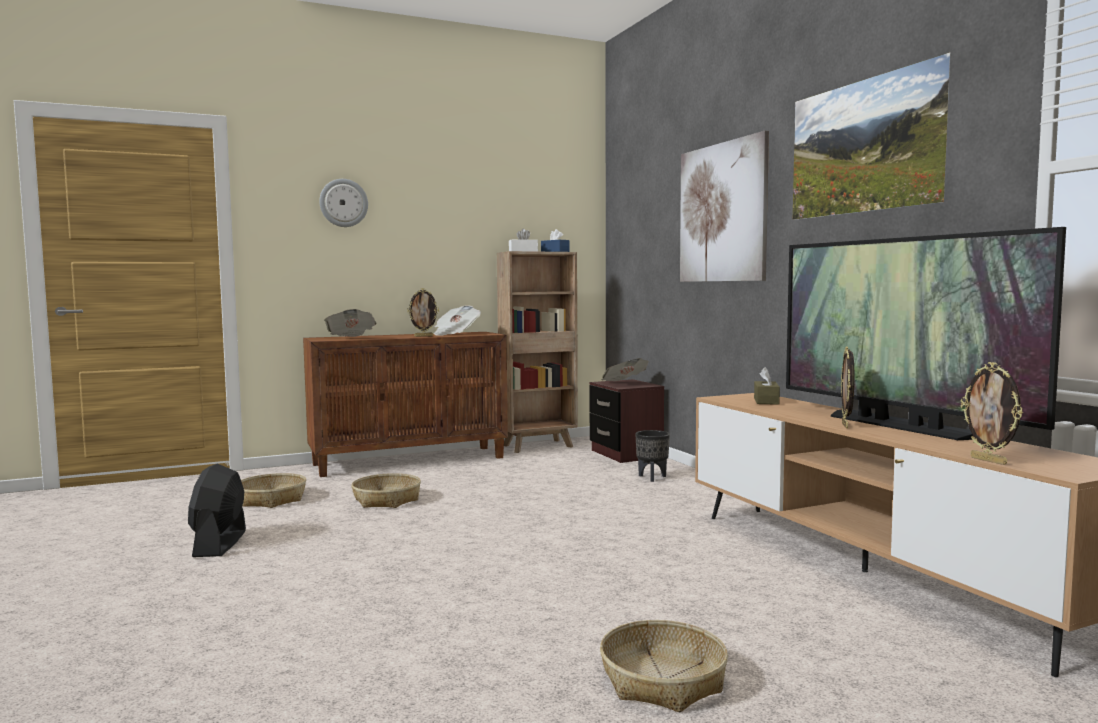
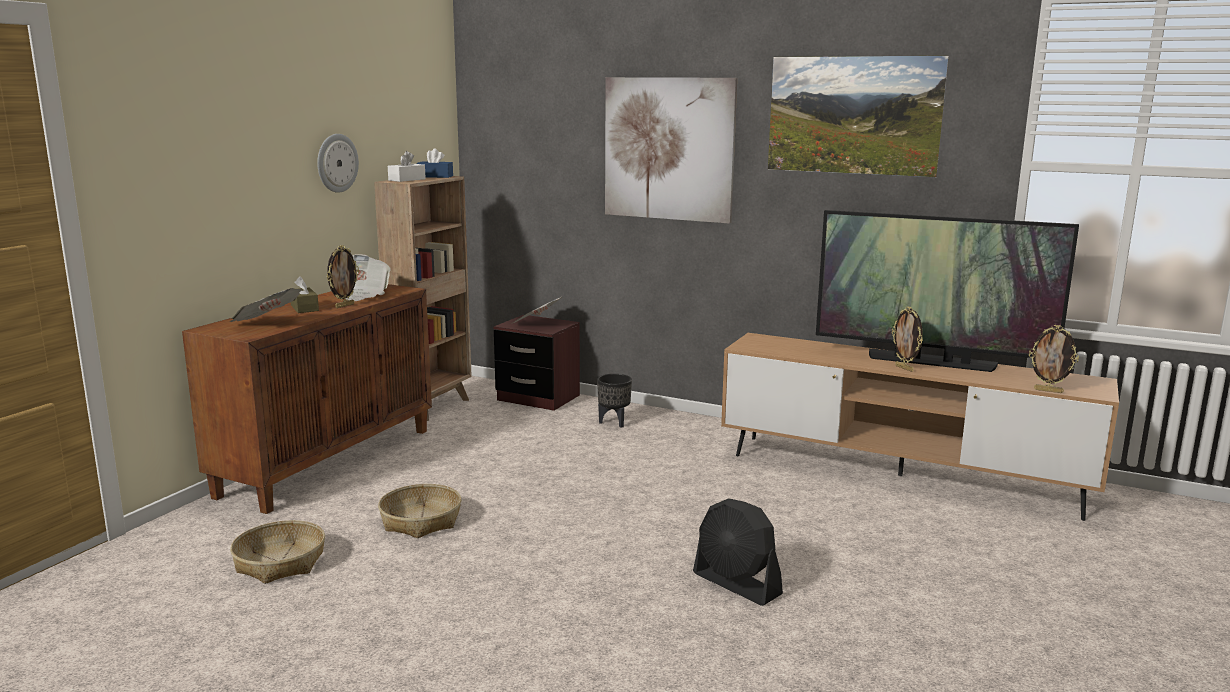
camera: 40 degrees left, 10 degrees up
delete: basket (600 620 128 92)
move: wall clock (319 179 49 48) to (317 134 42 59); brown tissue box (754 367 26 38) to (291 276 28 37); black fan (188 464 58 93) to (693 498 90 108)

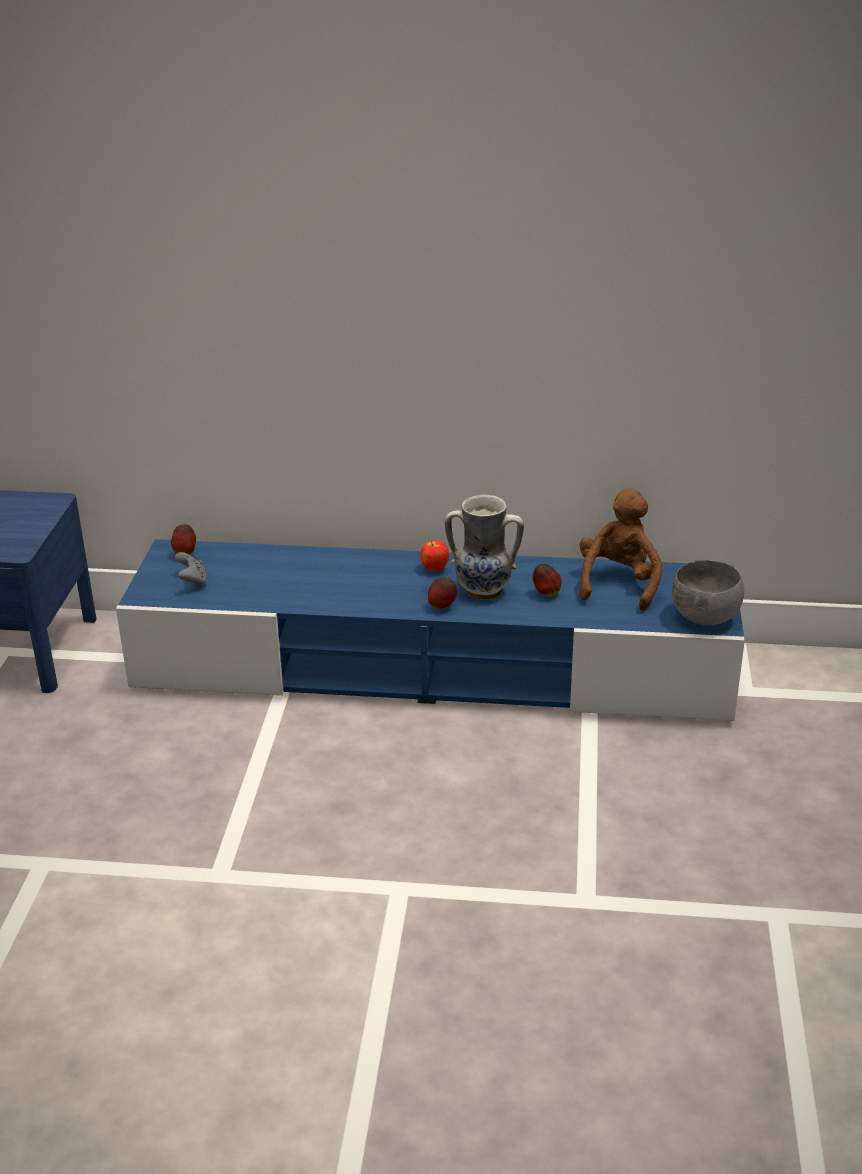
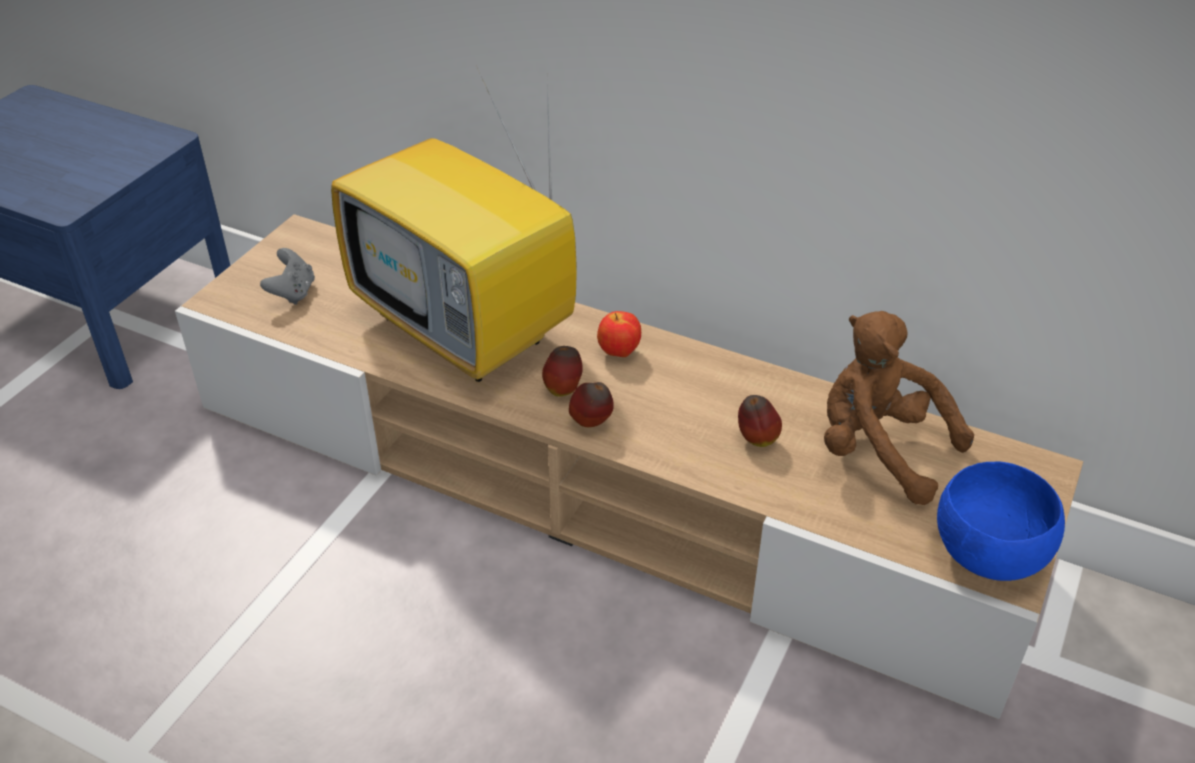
camera: 20 degrees right, 10 degrees up
delete: vase (445 495 79 105)
insert: television (331 66 246 316)
move: apple (171 525 25 30) to (542 346 41 51)
recolor: blue tv stand (116 539 629 182) to beige tv stand (175 214 908 505); grey bowl (672 560 72 65) to blue bowl (937 461 128 120)
rotate: brown plush toy (579 488 83 123) = (824 311 150 194) 90 degrees counterclockwise

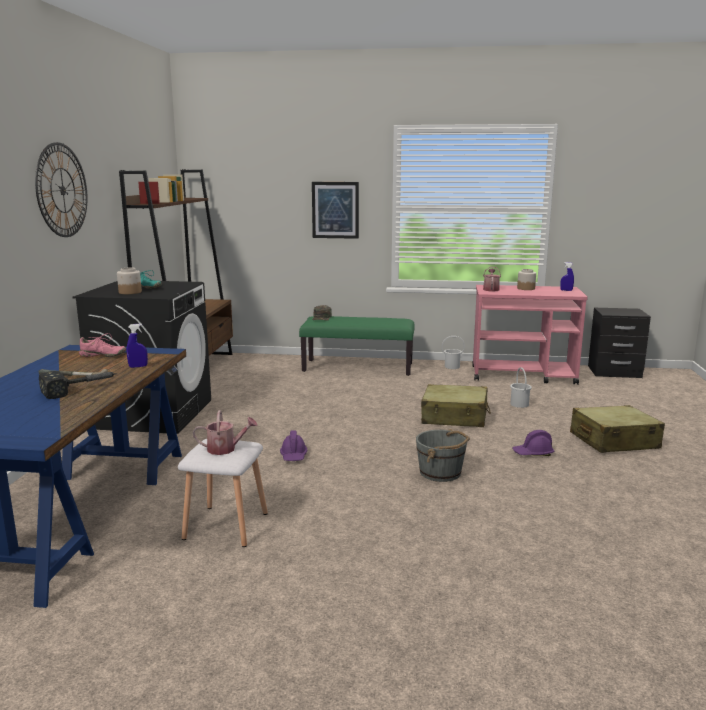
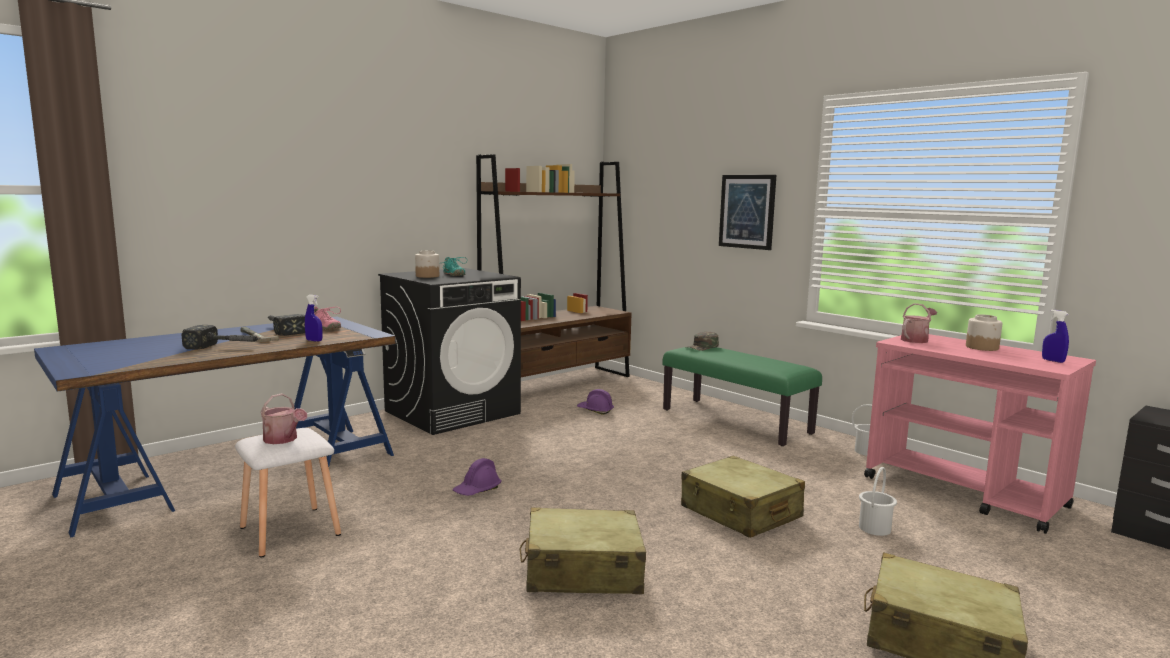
camera: 40 degrees right, 5 degrees down
delete: wall clock (35 142 53 95)
insert: hammer (268 314 37 22)
move: purple hard hat (512 430 42 26) to (577 389 37 26)
replace: grey bucket (416 429 54 53) to beige suitcase (520 507 126 87)

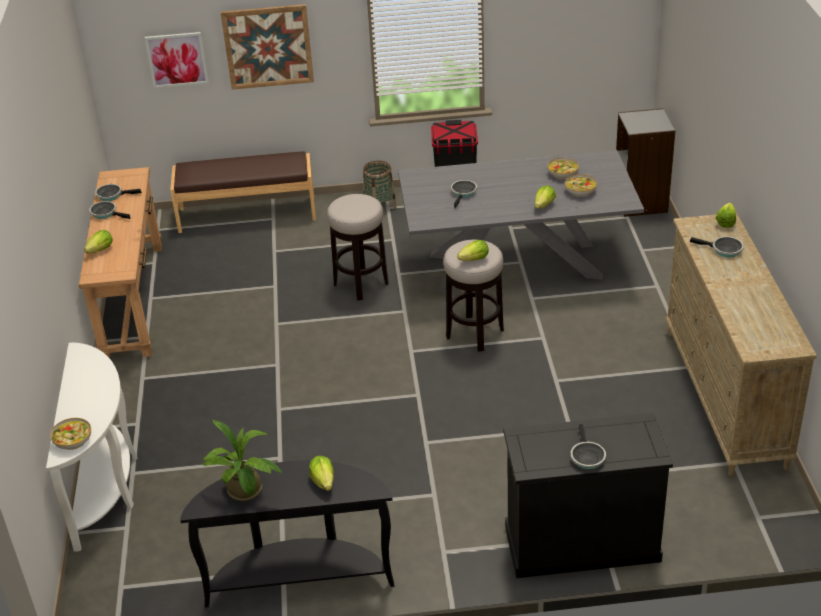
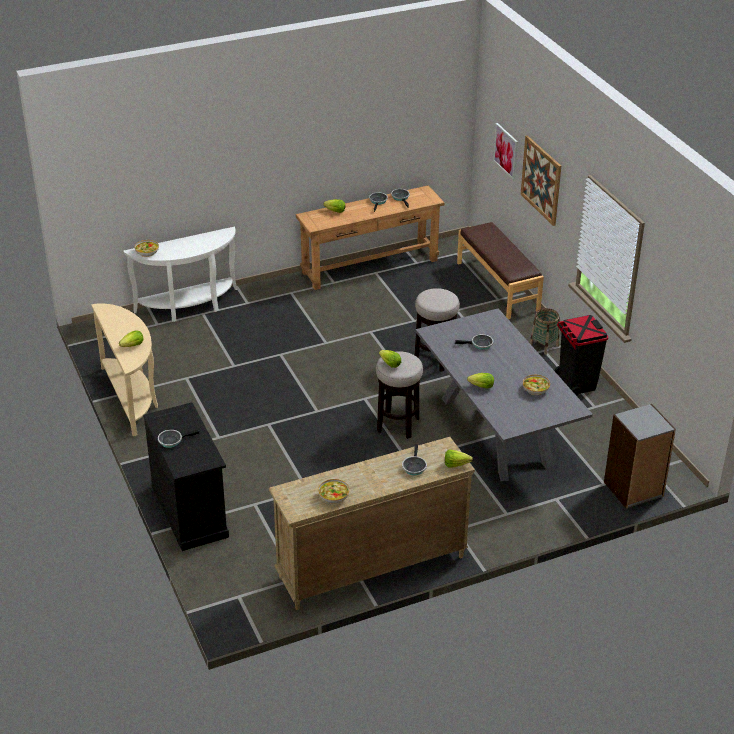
camera: 70 degrees right, 0 degrees up
delete: potted plant (202 420 80 81)
move: bowl (565 174 32 23) to (318 479 32 25)
recolor: black console table (180 460 214 148) to beige console table (91 304 67 132)

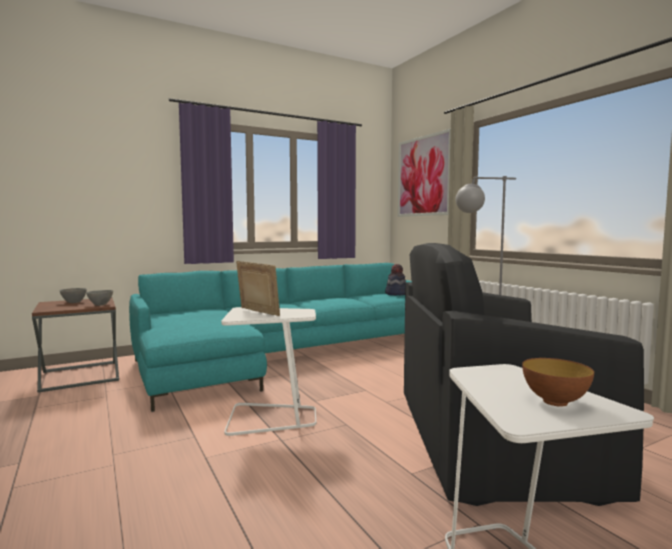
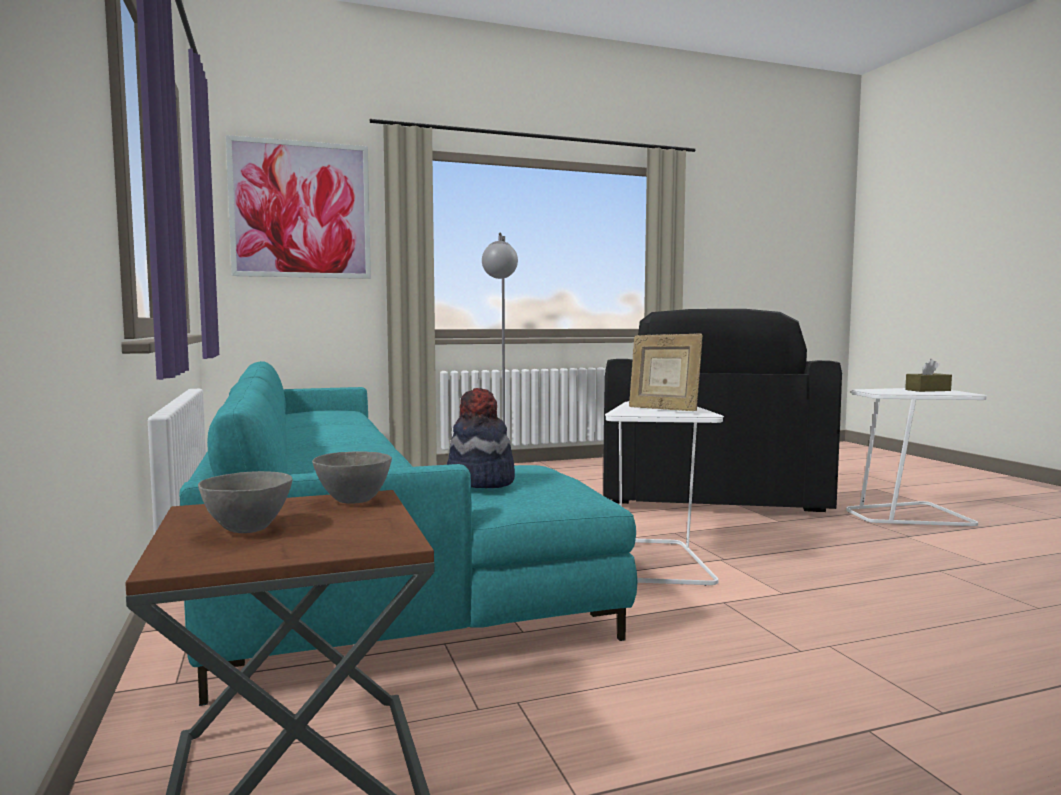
camera: 80 degrees left, 0 degrees up
move: hat (385 264 21 31) to (447 388 68 100)
replace: bowl (522 358 72 49) to brown tissue box (905 359 47 33)
rotate: picture frame (236 261 44 55) = (629 333 74 78) 90 degrees counterclockwise

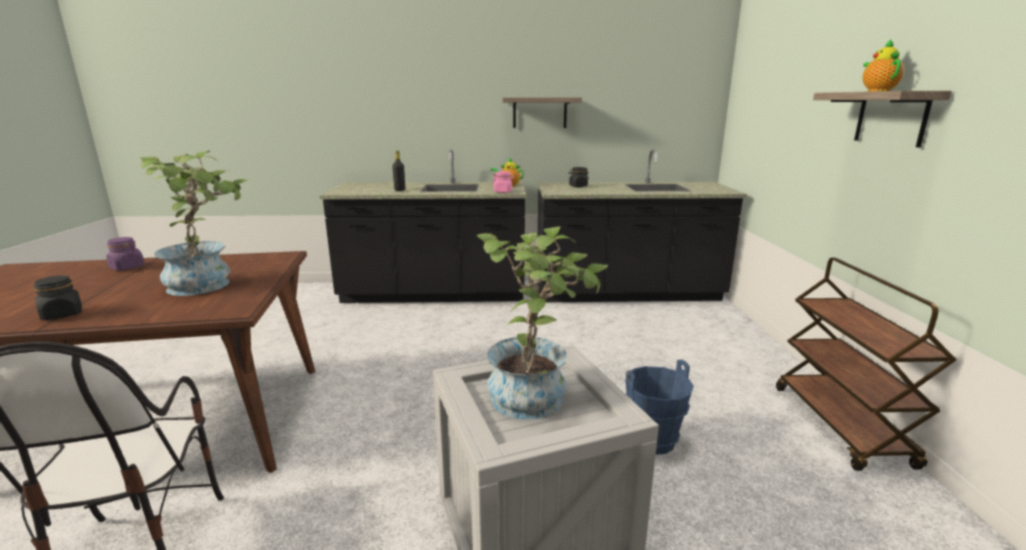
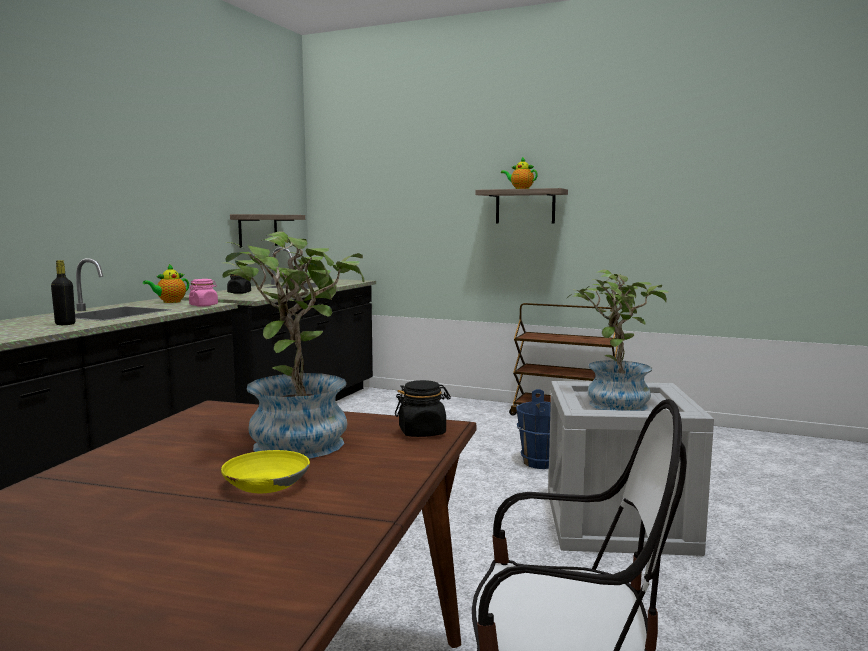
camera: 65 degrees left, 10 degrees down
delete: purple jar (106 237 39 34)
insert: yellow bowl (221 450 89 43)
move: shelf (502 98 80 30) to (230 214 75 34); black jar (34 275 48 45) to (395 380 56 57)

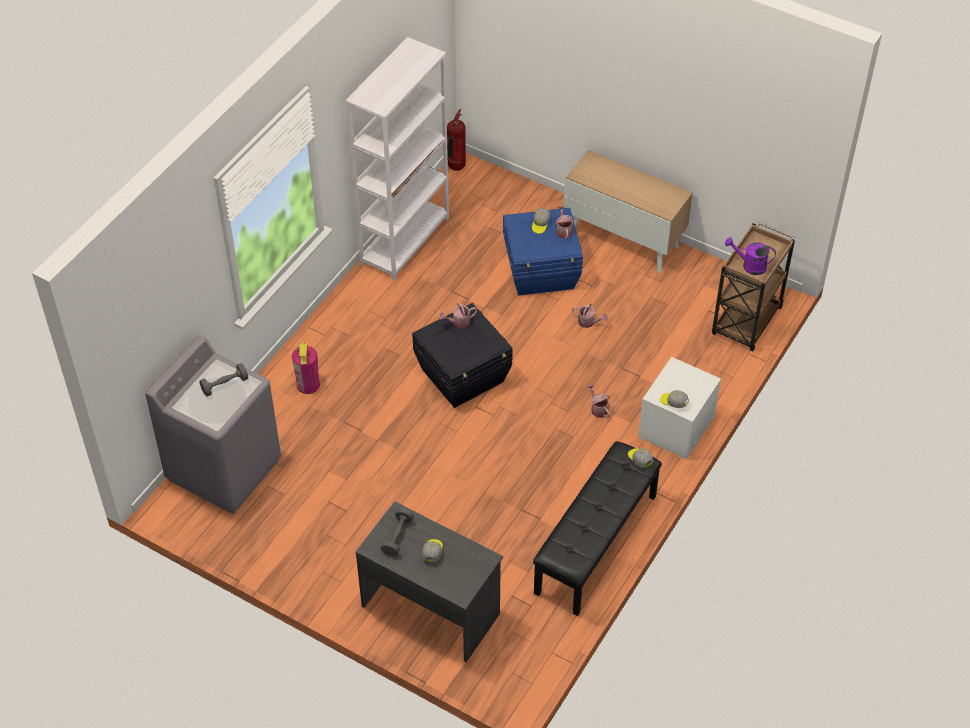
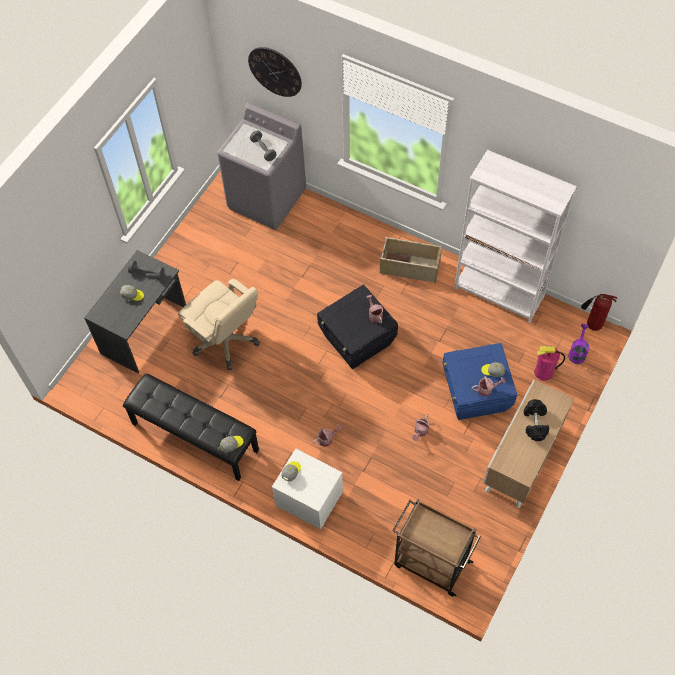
camera: 90 degrees right, 10 degrees up
insert: wall clock (248 47 54 50); beige storage box (380 237 62 47); beige office chair (178 279 82 91); black dumbbell (524 399 25 42)
move: purple watering can (725 237 51 38) to (568 324 22 40); fire extinguisher (292 343 28 51) to (534 346 31 35)

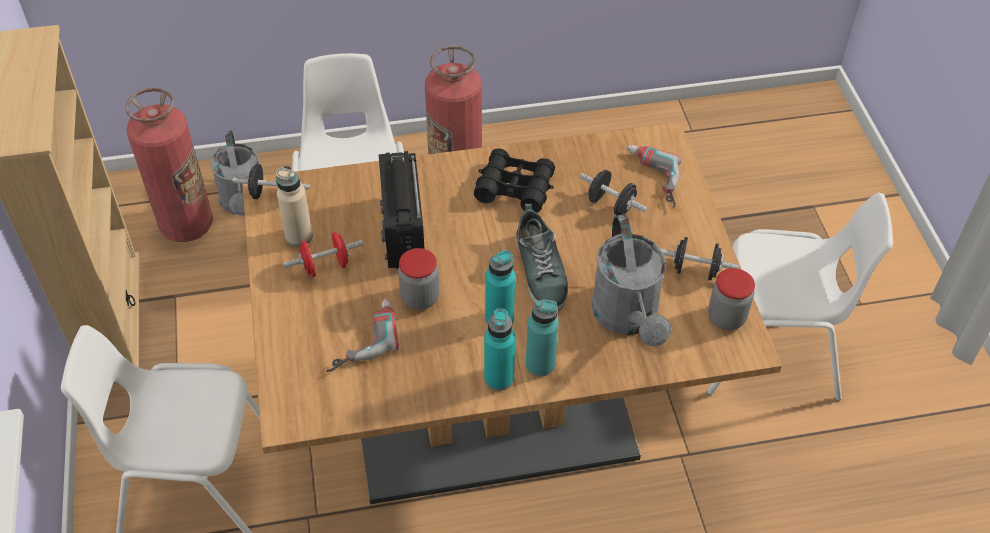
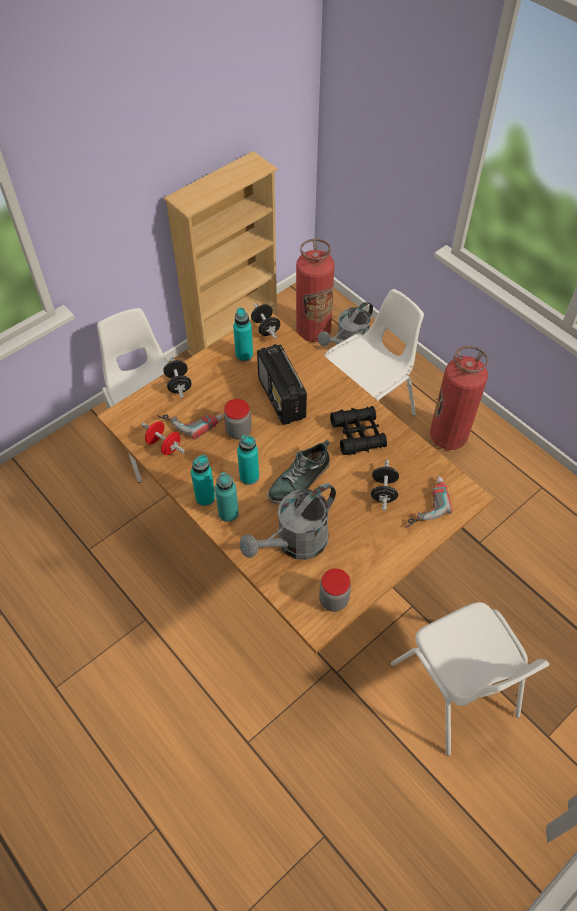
camera: 60 degrees right, 5 degrees up
move: red dumbbell (283 232 80 45) to (141 421 44 34); black dumbbell (660 237 79 43) to (163 357 29 41)
recolor: beige bottle (276 168 37 79) to turquoise bottle (233 308 20 53)
rotate: radio (379 151 46 118) = (257 344 50 81) 75 degrees counterclockwise

